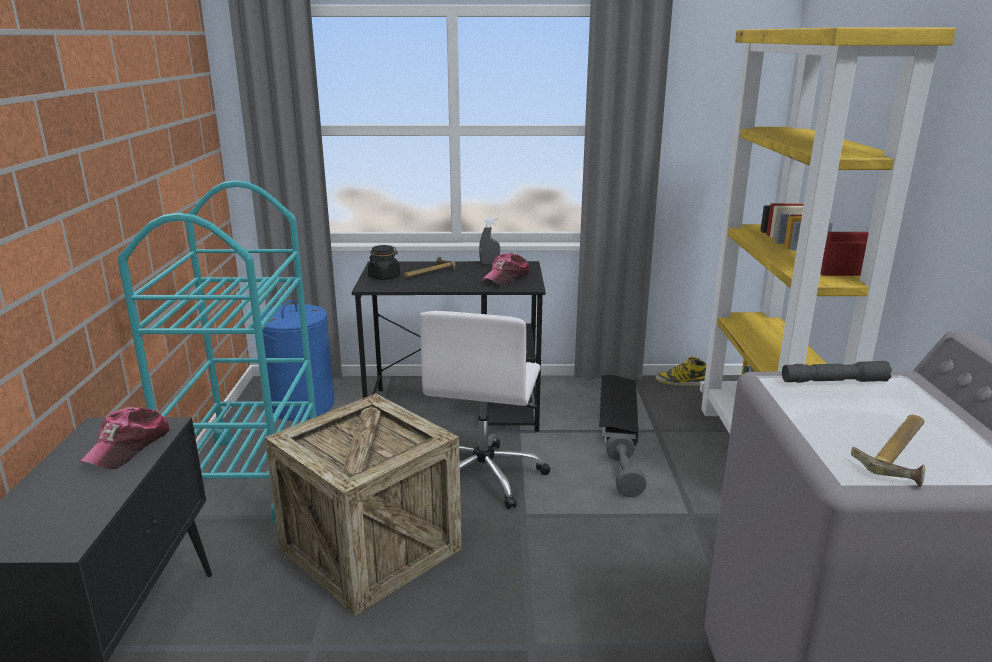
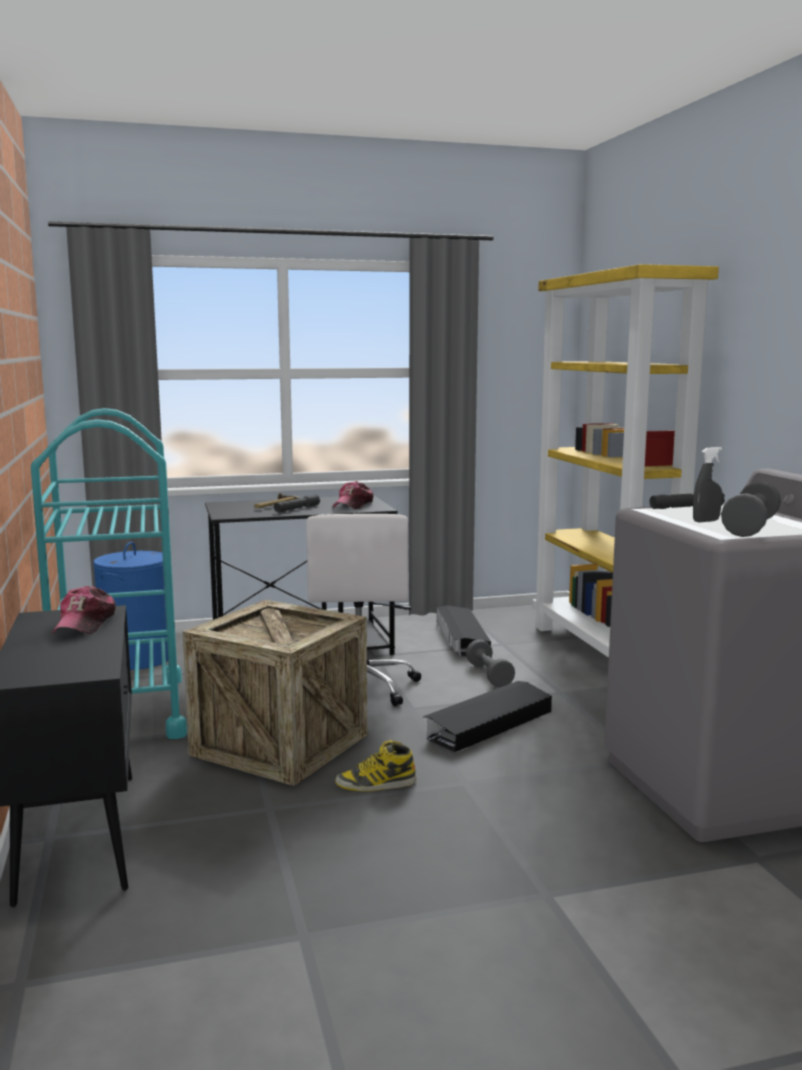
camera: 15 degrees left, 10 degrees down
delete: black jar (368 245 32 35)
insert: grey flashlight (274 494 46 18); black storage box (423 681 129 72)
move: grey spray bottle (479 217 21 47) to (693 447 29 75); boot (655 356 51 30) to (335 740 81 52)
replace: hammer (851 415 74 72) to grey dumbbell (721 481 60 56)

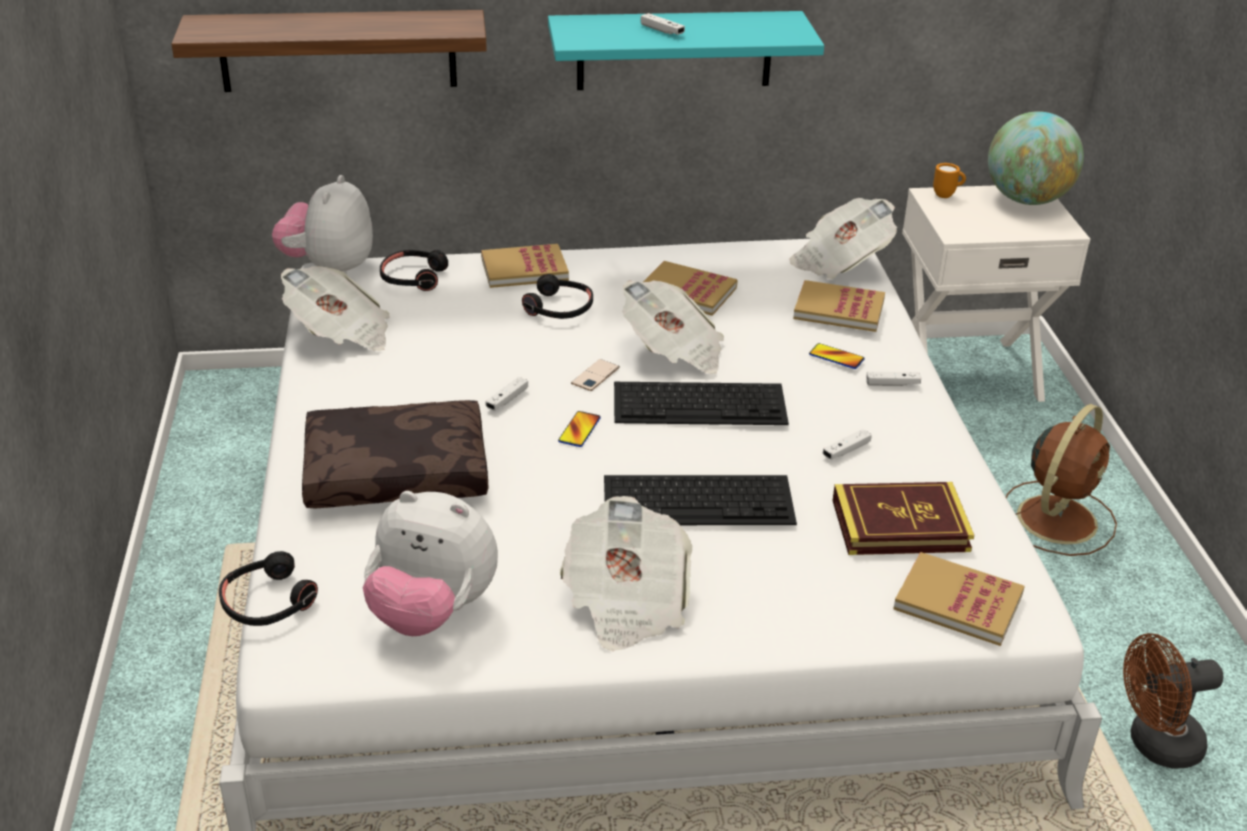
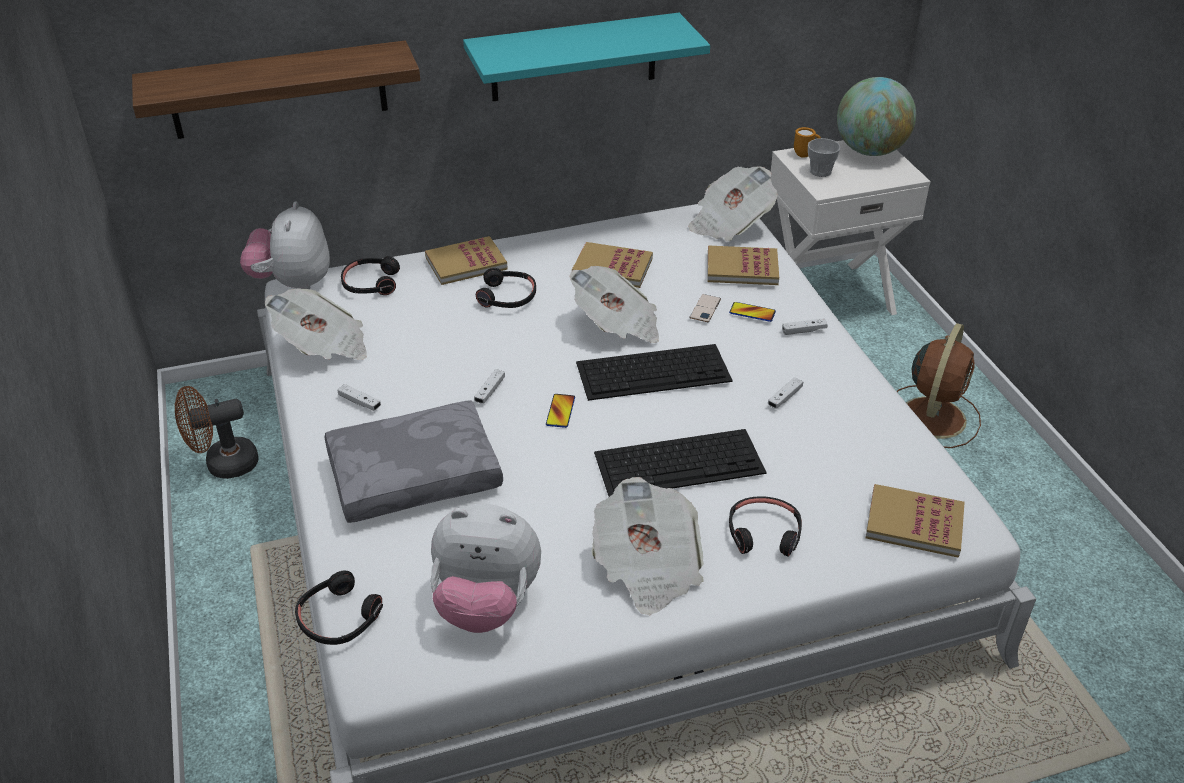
camera: 10 degrees left, 5 degrees up
delete: book (832 482 142 73)
insert: cup (808 138 33 39); black headphones (729 496 73 61)
move: white game controller (641 13 44 22) to (338 384 43 27); phone (571 359 49 32) to (690 294 31 28); brown fan (1123 633 100 136) to (175 386 84 93)
recolor: brown pillow (302 400 186 108) to grey pillow (324 400 179 123)

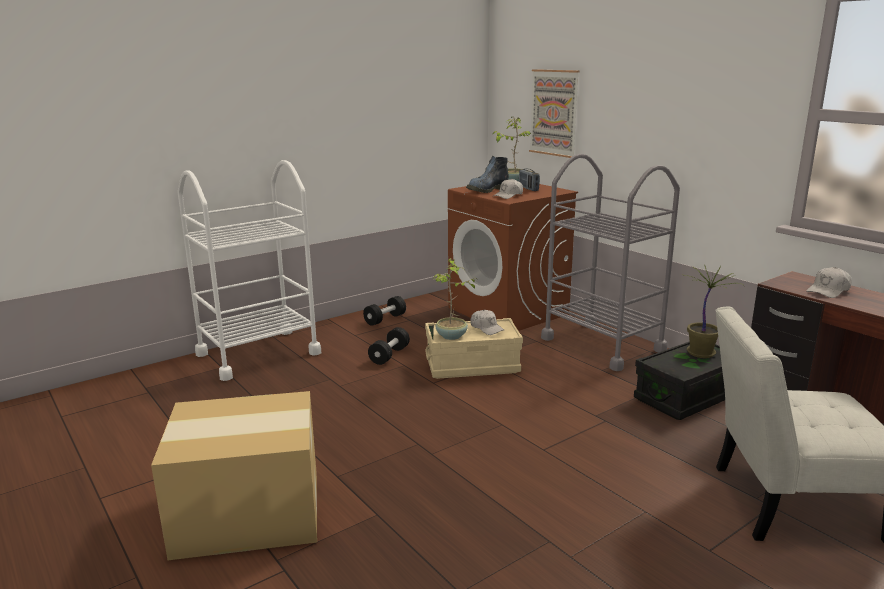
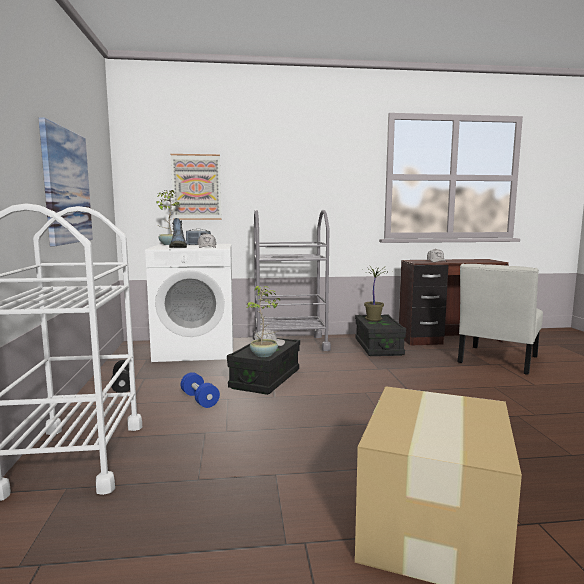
camera: 60 degrees left, 10 degrees down
insert: picture (39 117 54 129)
recolor: brown washing machine (448 184 130 147) to white washing machine (145 244 88 118); beige storage box (425 318 98 61) to black storage box (227 338 73 57); black dumbbell (368 327 42 38) to blue dumbbell (181 372 39 36)

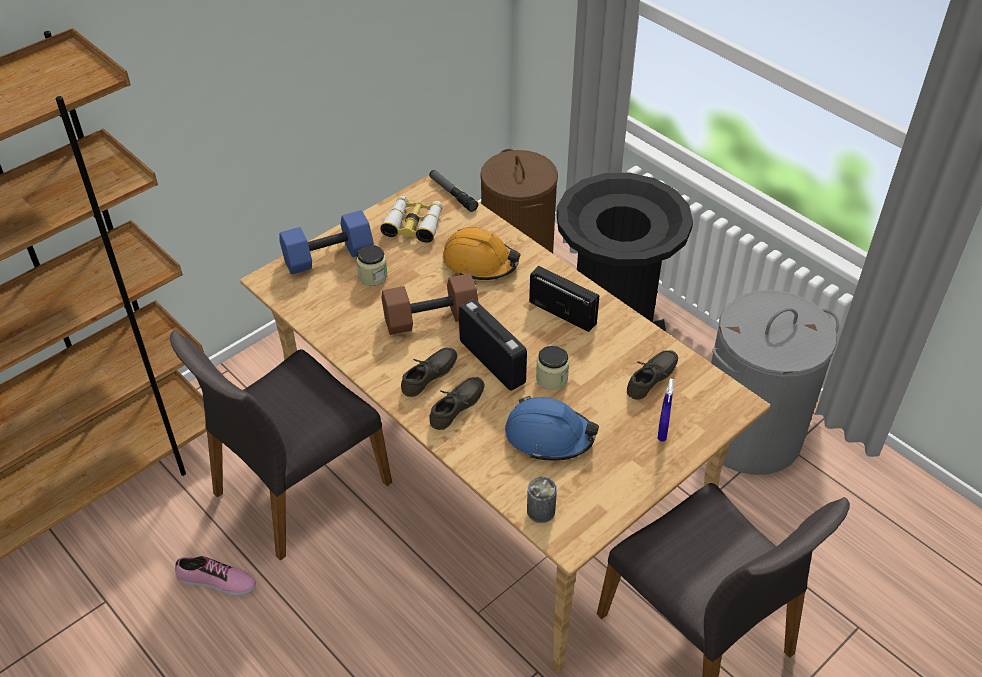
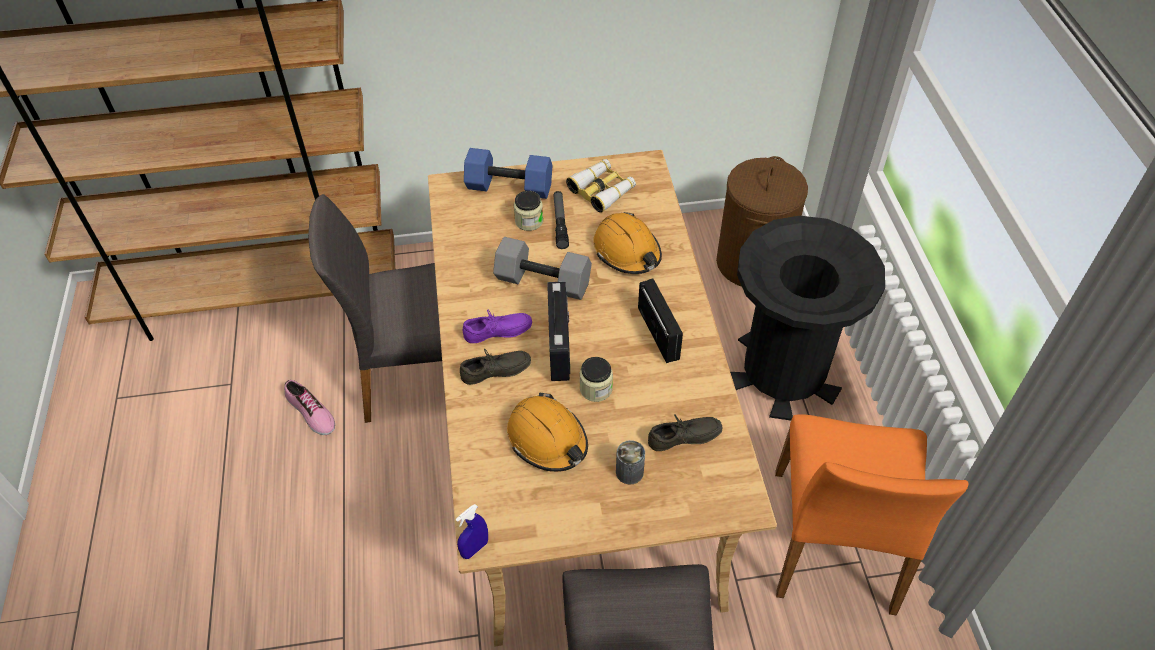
camera: 35 degrees right, 5 degrees up
move: flashlight (429 170 49 42) to (553 191 16 58); blue spray bottle (657 379 17 63) to (456 504 32 55); can (527 477 30 46) to (616 440 29 45)
replace: grey laundry basket (711 290 129 185) to orange chair (775 414 194 202)
recolor: brown dumbbell (382 273 97 62) to grey dumbbell (493 237 99 63); grey shoe (401 348 56 49) to purple shoe (463 309 69 34); blue hard hat (505 396 94 65) to orange hard hat (507 392 81 80)

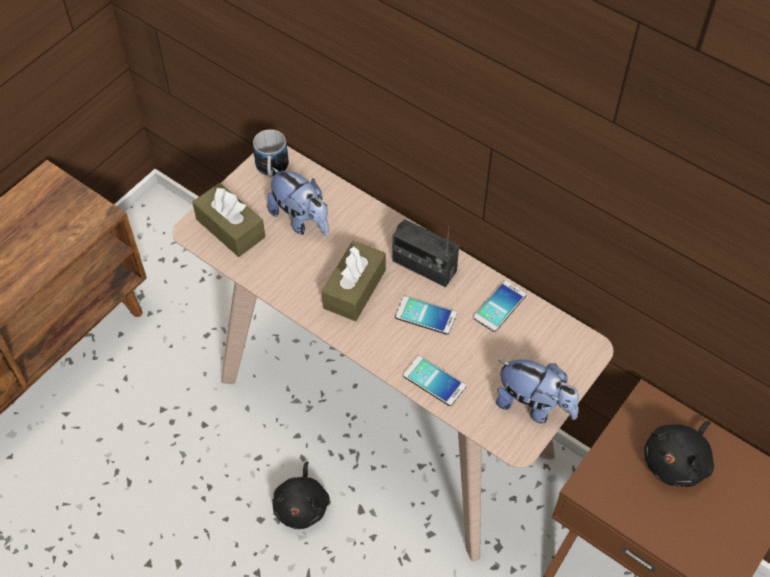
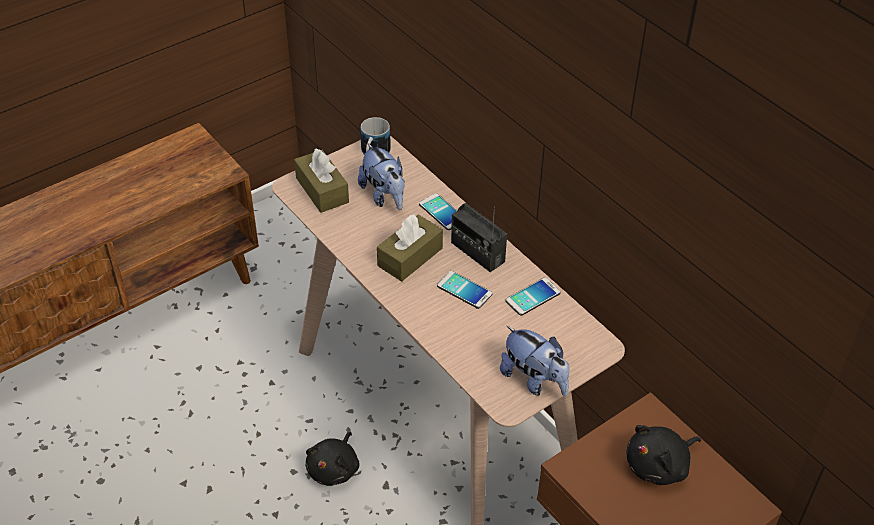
camera: 15 degrees right, 10 degrees down
move: phone (403 356 63 50) to (419 193 38 37)

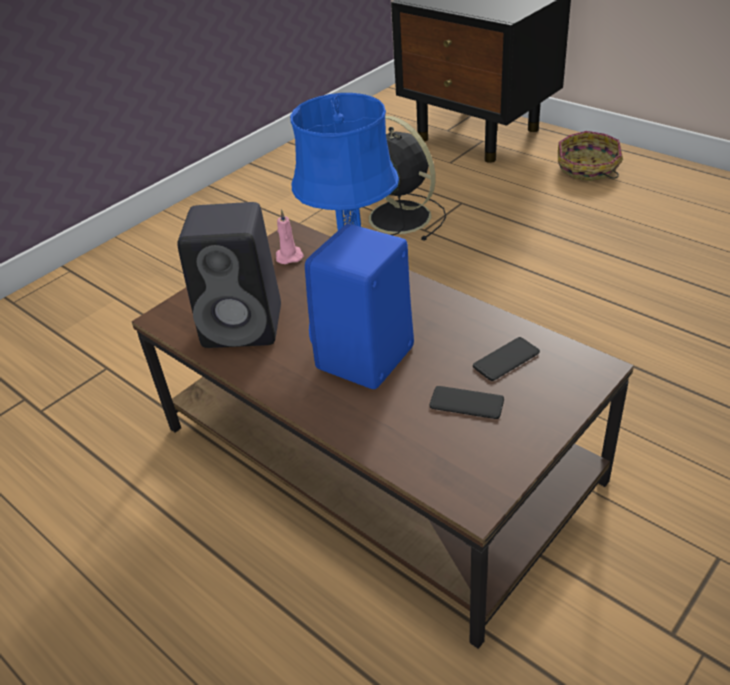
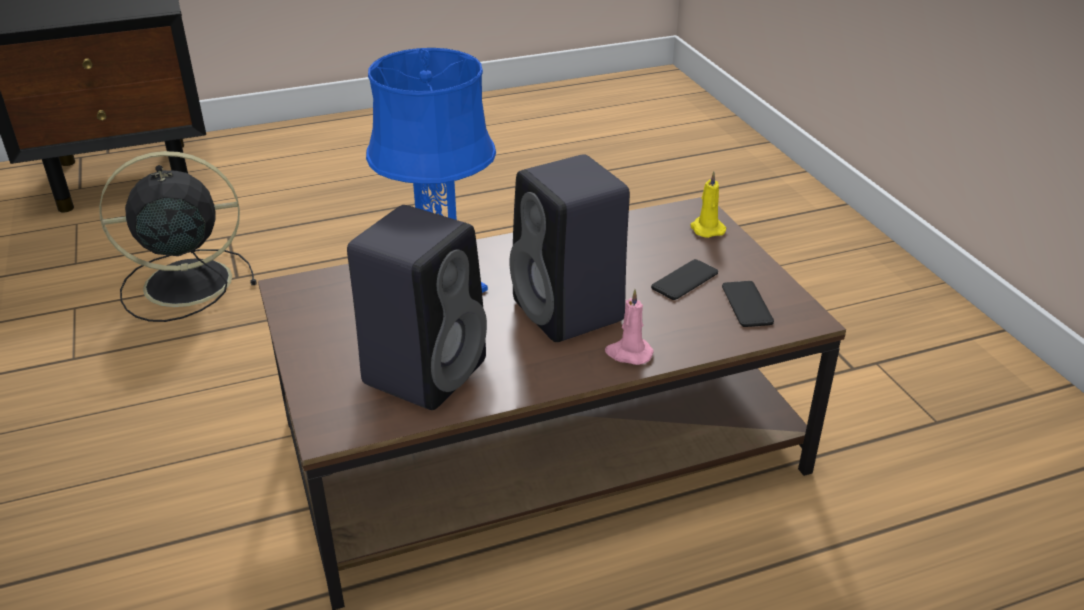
camera: 65 degrees left, 5 degrees down
delete: basket (558 131 65 50)
insert: yellow candle (690 171 37 67)
move: pink candle (276 209 28 55) to (605 289 49 76); phone (473 337 67 44) to (722 281 52 46)
recolor: blue speaker (305 224 109 165) to black speaker (510 154 120 188)

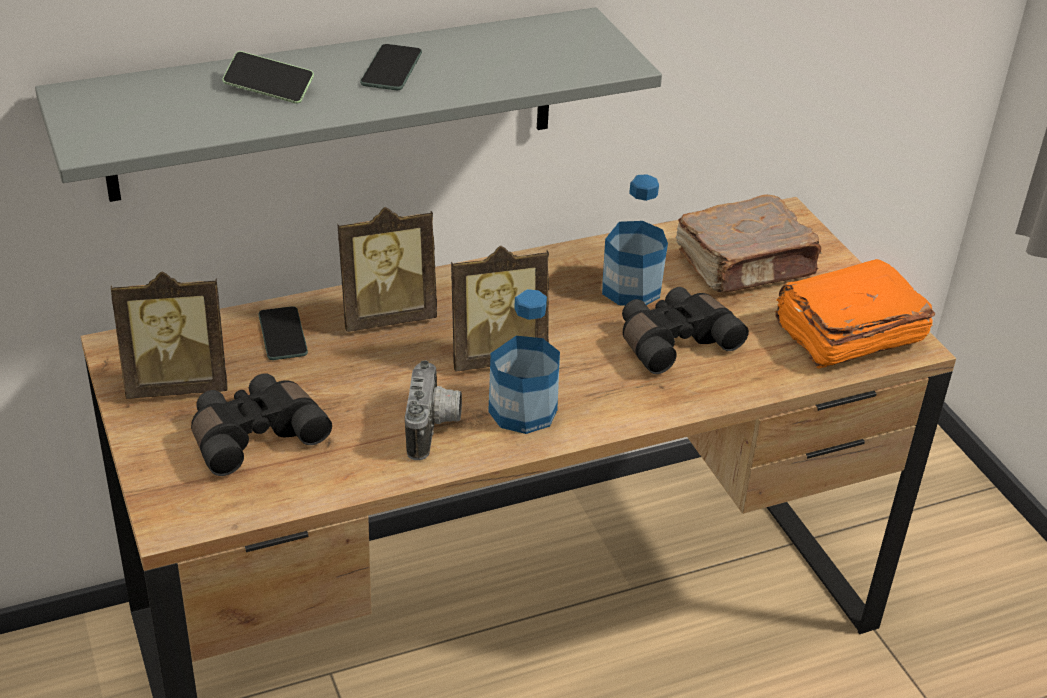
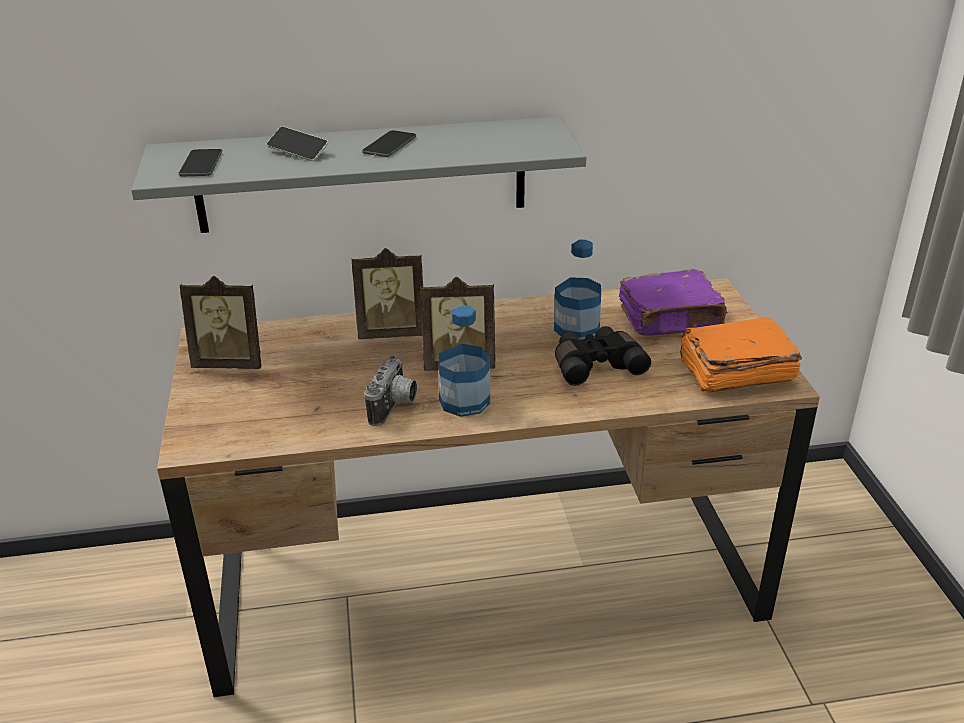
camera: 15 degrees right, 5 degrees down
delete: black binoculars (191 373 141 103)
move: phone (258 306 50 54) to (178 149 44 27)
recolor: brown book (676 194 146 98) to purple book (619 269 109 67)

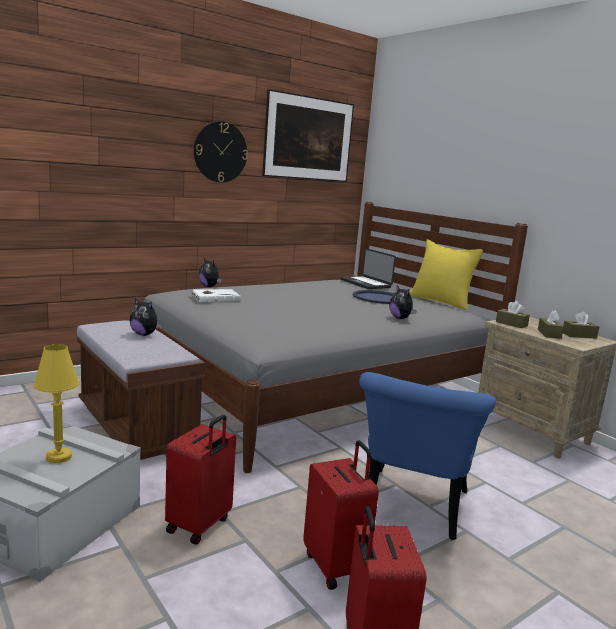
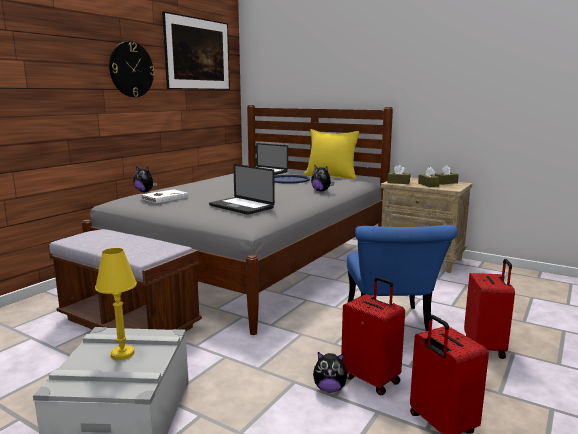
camera: 20 degrees left, 0 degrees up
insert: laptop (209 164 66 51)
move: plush toy (130 298 32 38) to (313 352 37 41); red suitcase (165 415 71 130) to (464 259 51 100)

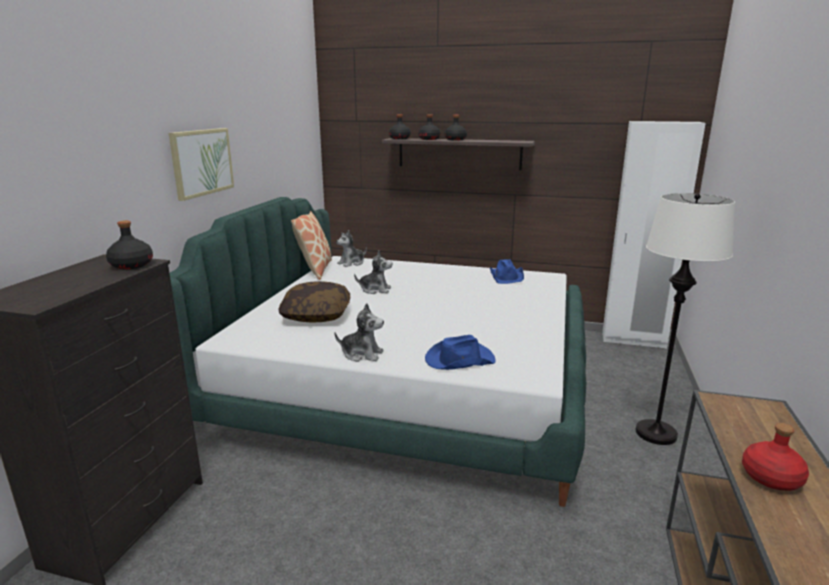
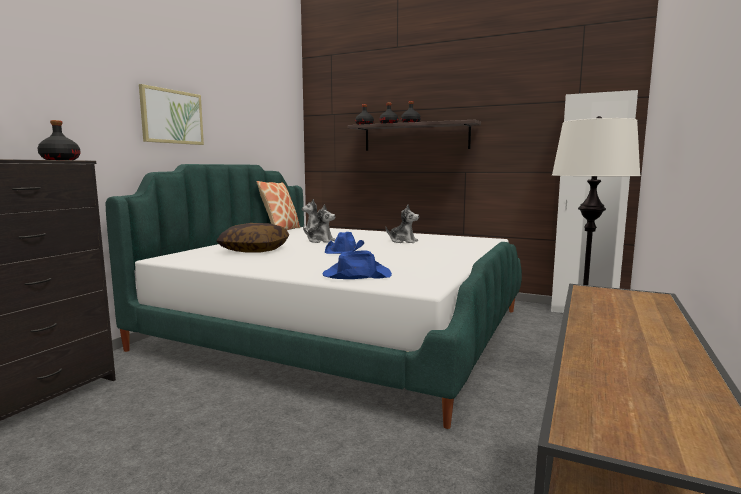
camera: 10 degrees right, 10 degrees down
delete: red bottle (742 423 67 68)
move: blue hat (490 259 34 25) to (325 232 39 22); plush toy (334 303 50 59) to (385 205 34 38)

